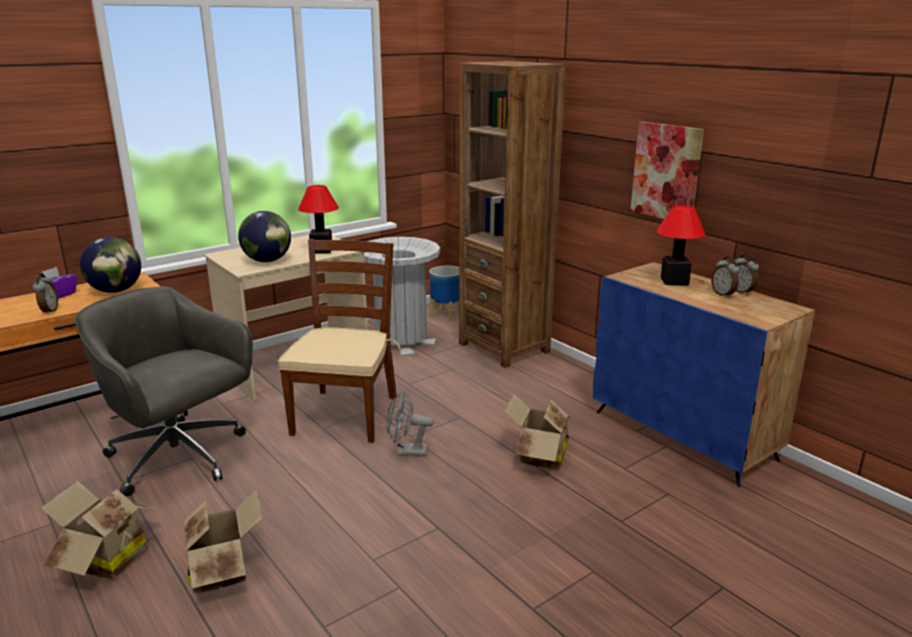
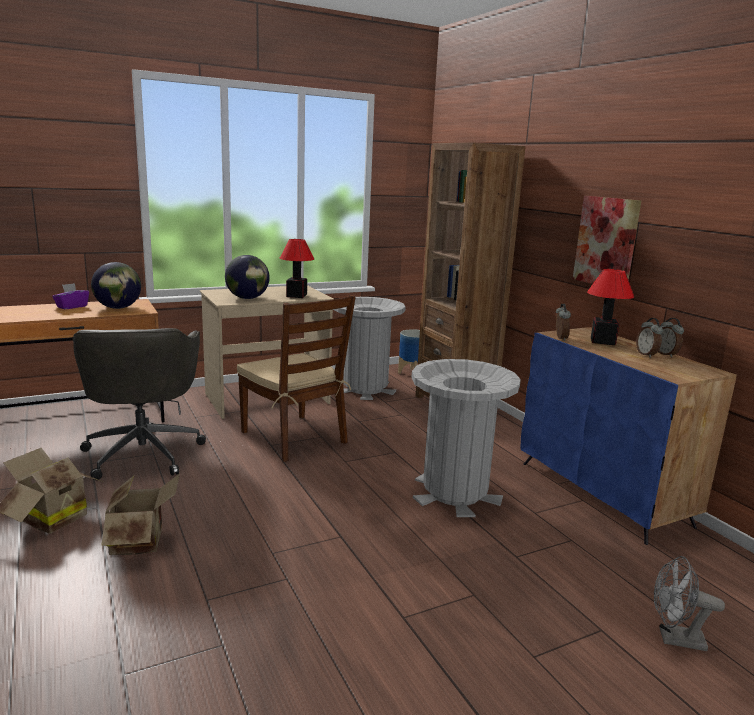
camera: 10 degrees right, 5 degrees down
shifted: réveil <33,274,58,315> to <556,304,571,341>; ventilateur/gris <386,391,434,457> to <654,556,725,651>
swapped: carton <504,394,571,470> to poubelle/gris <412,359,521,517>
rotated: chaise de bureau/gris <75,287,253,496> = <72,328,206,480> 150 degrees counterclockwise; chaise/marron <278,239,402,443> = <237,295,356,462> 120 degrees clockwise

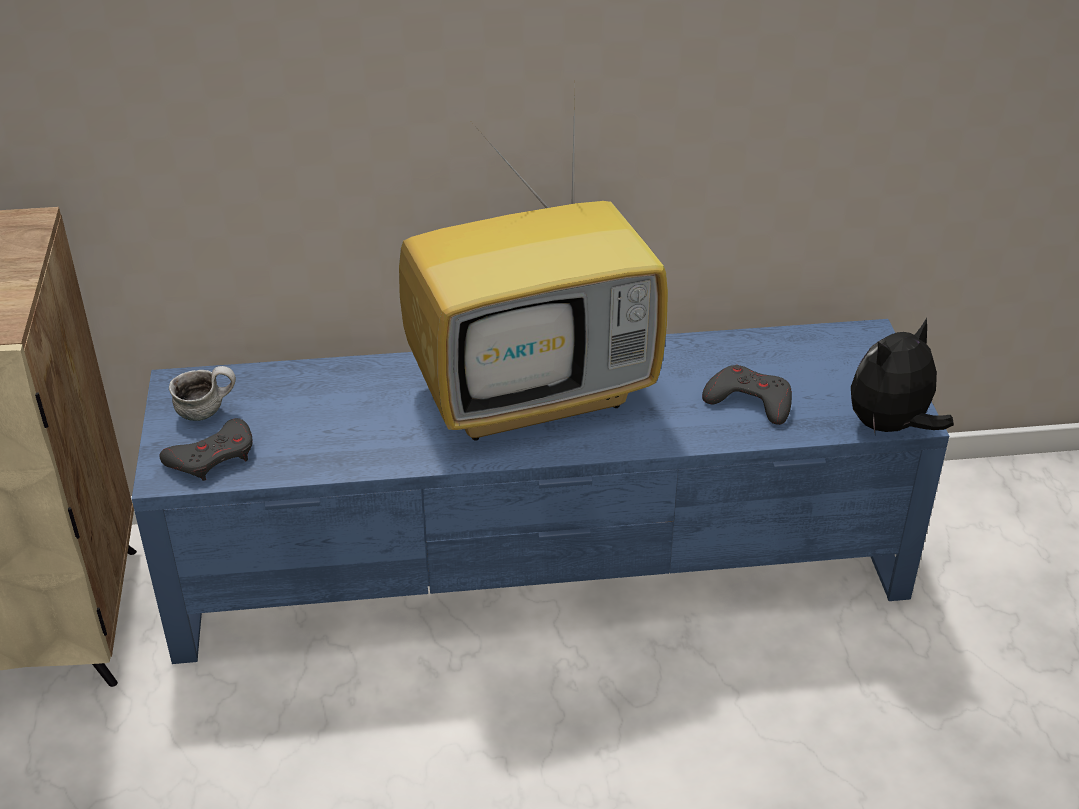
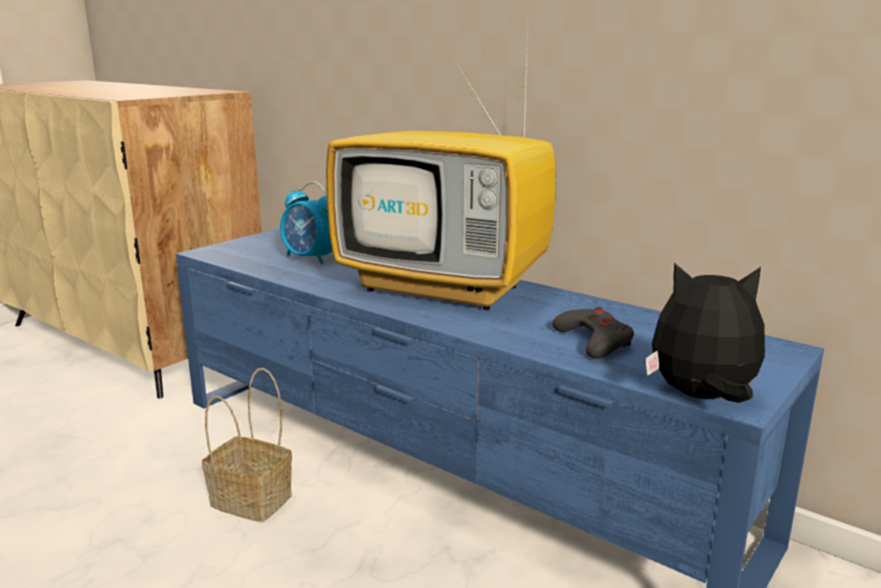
camera: 45 degrees right, 20 degrees down
gone: manette/gris <160,418,253,481>; mug <169,366,236,421>
new: panier <202,368,292,522>; réveil <280,181,332,265>

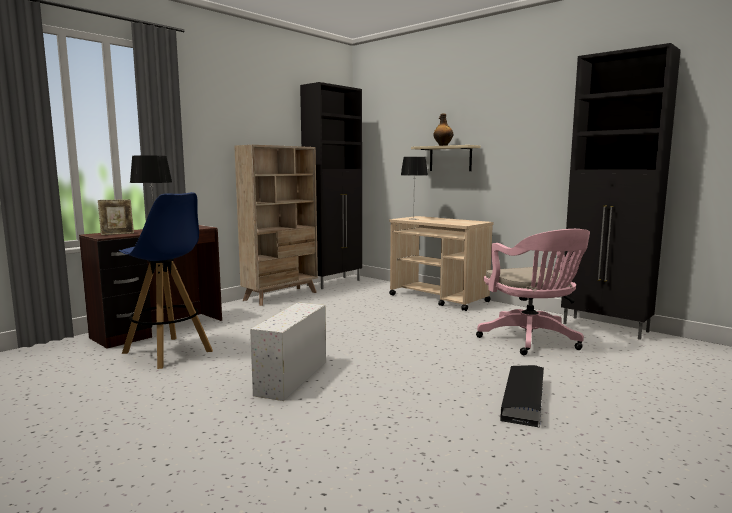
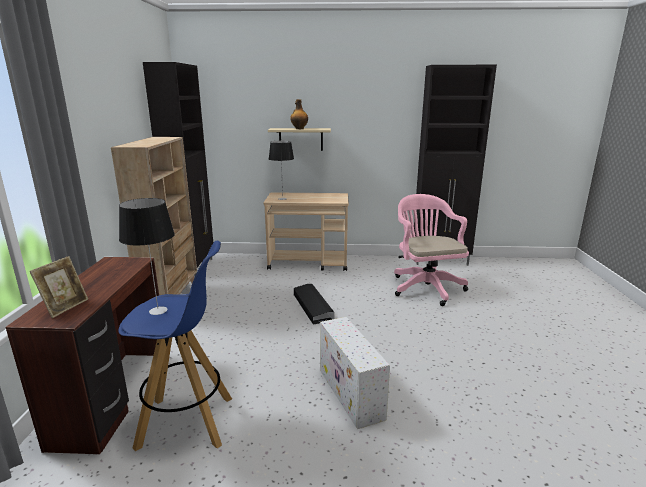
camera: 40 degrees left, 10 degrees up
shifted: boîte de rangement/noir <500,365,544,428> to <294,284,334,325>
rotated: chaise de bureau/rose <476,229,590,355> = <394,194,469,306> 135 degrees counterclockwise

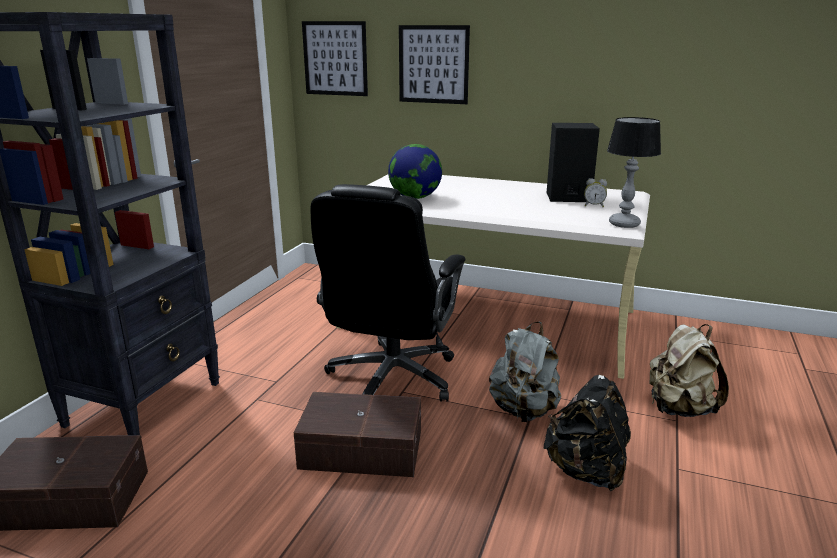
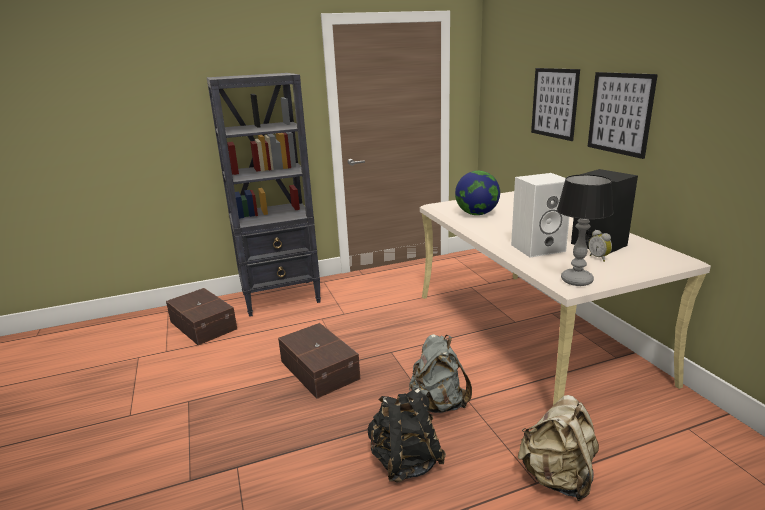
camera: 50 degrees right, 0 degrees up
gone: chaise de bureau/noir <311,184,465,401>
new: enceinte/blanc <511,173,570,257>
shifted: tableau <302,21,368,96> to <587,72,658,159>

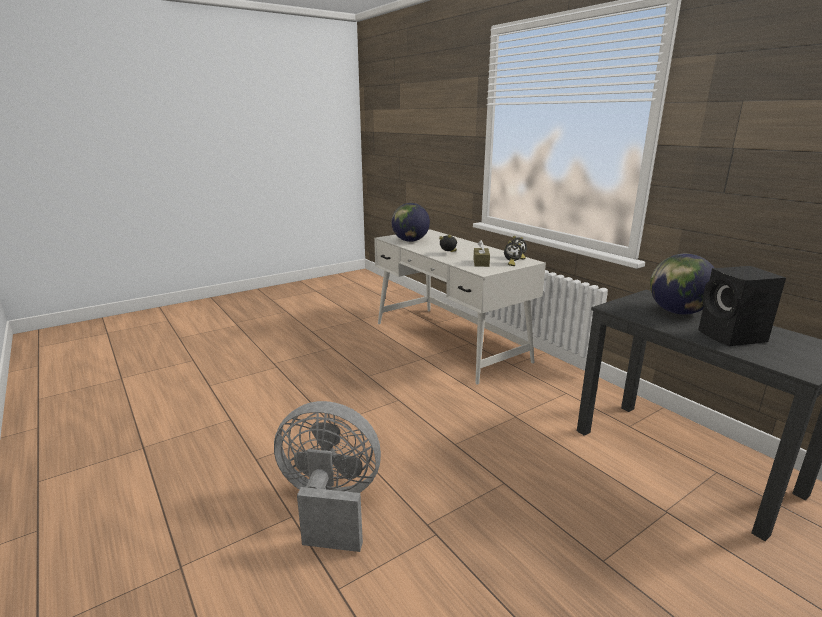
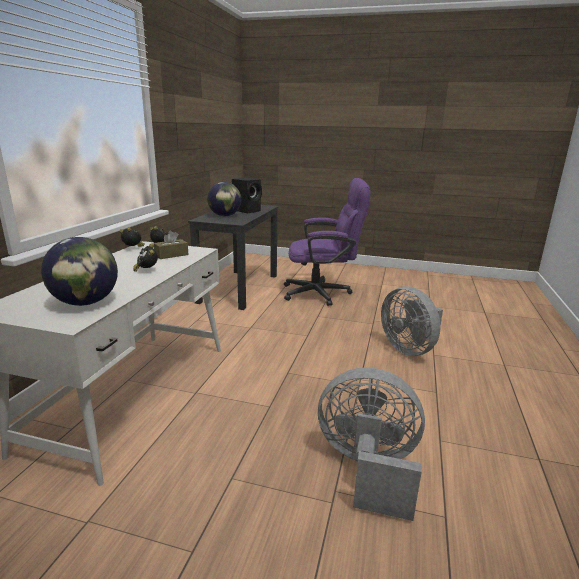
camera: 130 degrees left, 0 degrees up
new: chaise de bureau/violet <284,178,370,306>; ventilateur/gris <318,368,425,521>

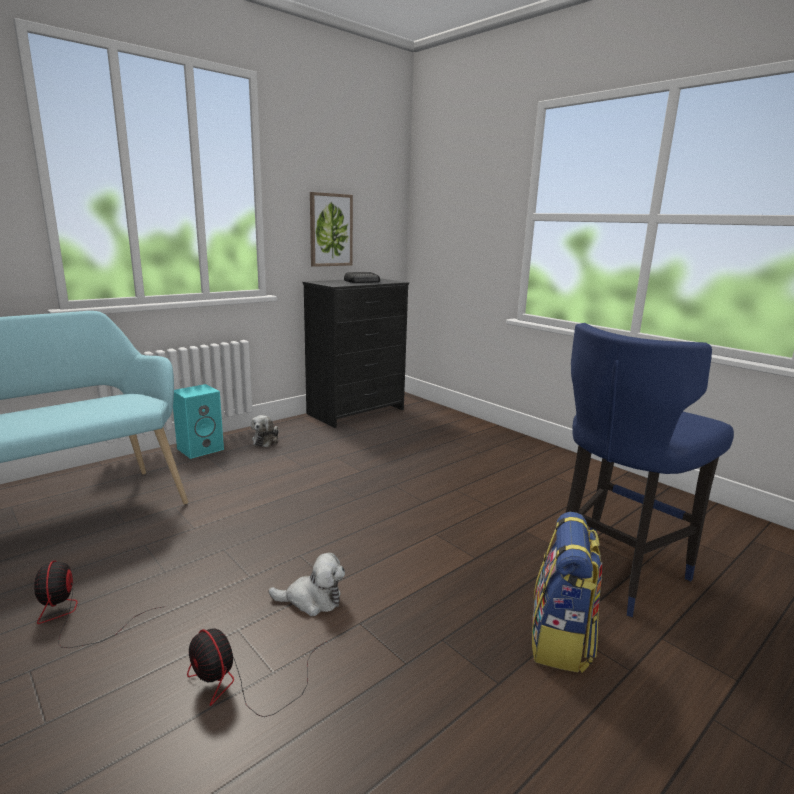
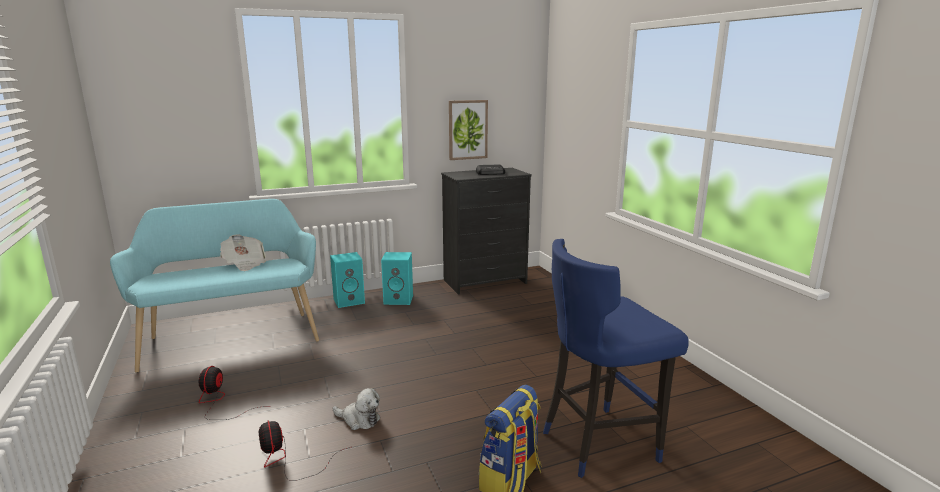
camera: 20 degrees right, 0 degrees up
new: journal <220,235,266,271>
swapped: peluche <251,415,279,447> to enceinte/turquoise <381,252,413,305>

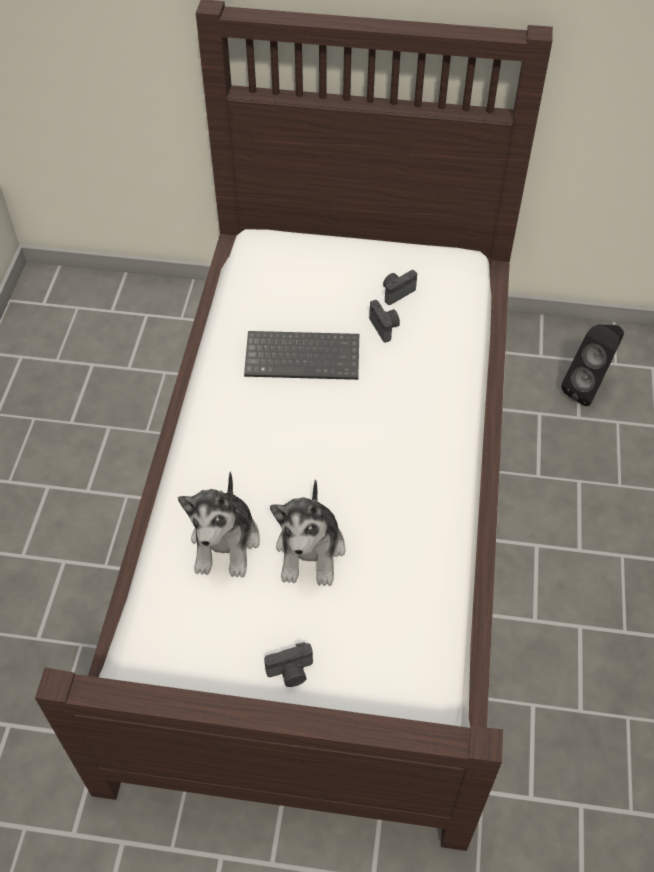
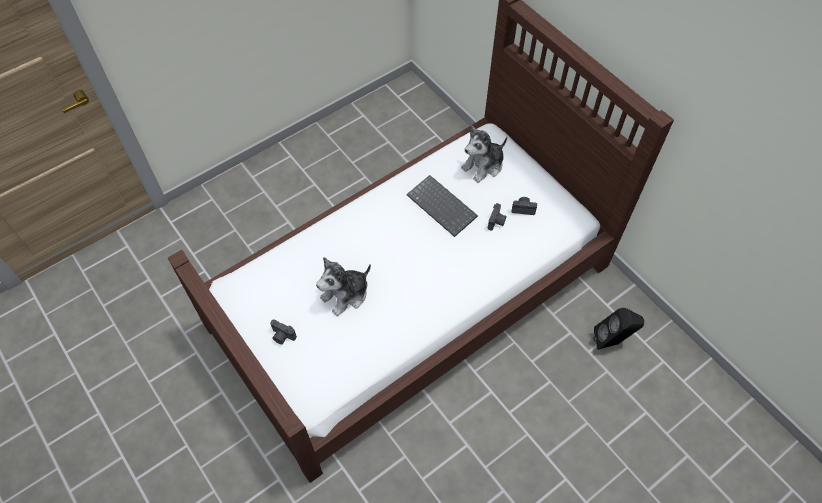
camera: 45 degrees right, 5 degrees up
shifted: peluche <178,472,260,577> to <461,126,507,183>

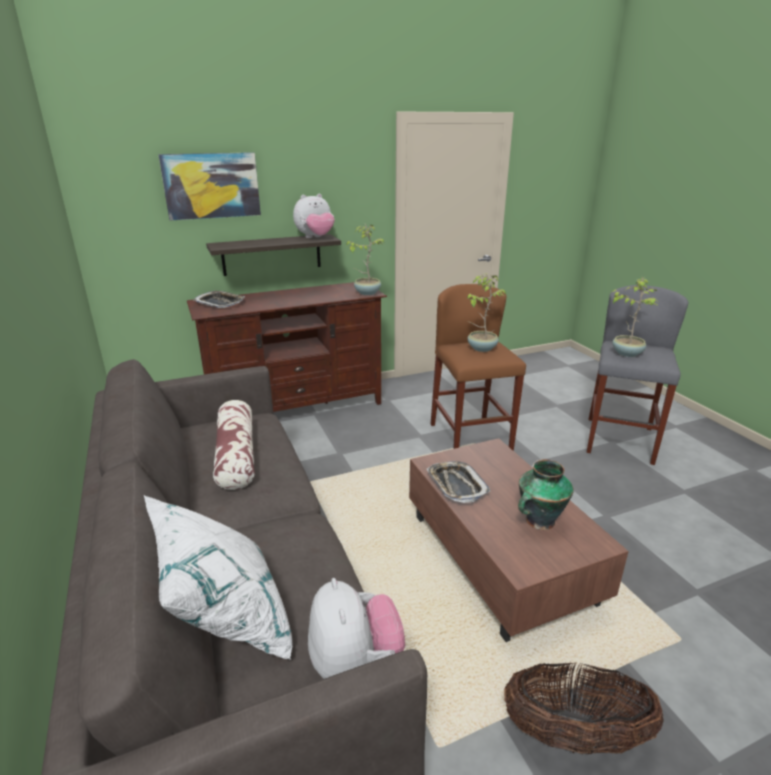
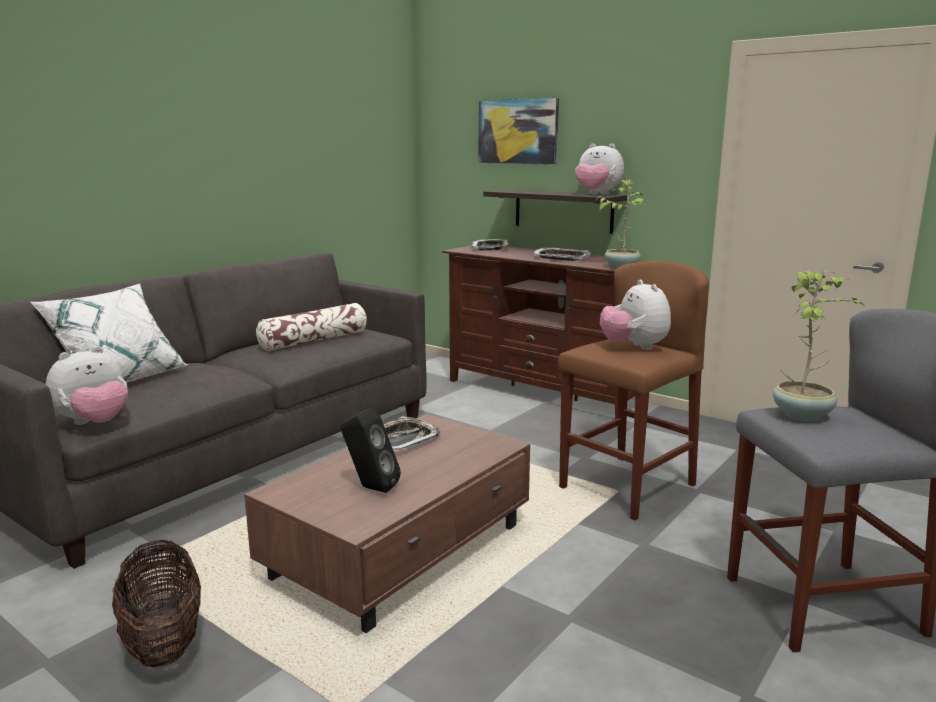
camera: 60 degrees right, 10 degrees down
new: plateau <534,247,590,261>
swapped: plante en pot <467,273,506,352> to peluche <600,279,671,350>; vase <518,459,574,530> to enceinte/noir <341,408,401,493>

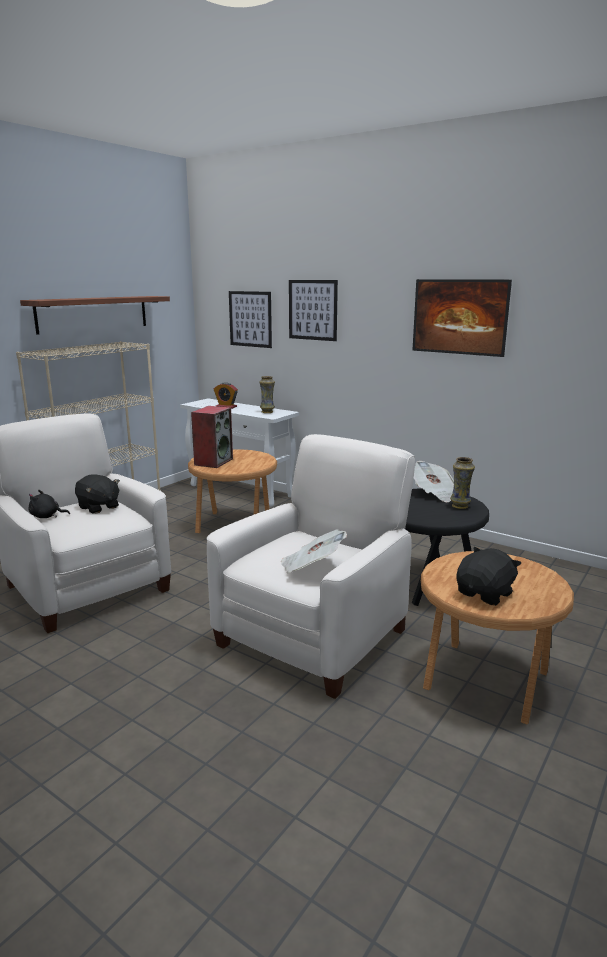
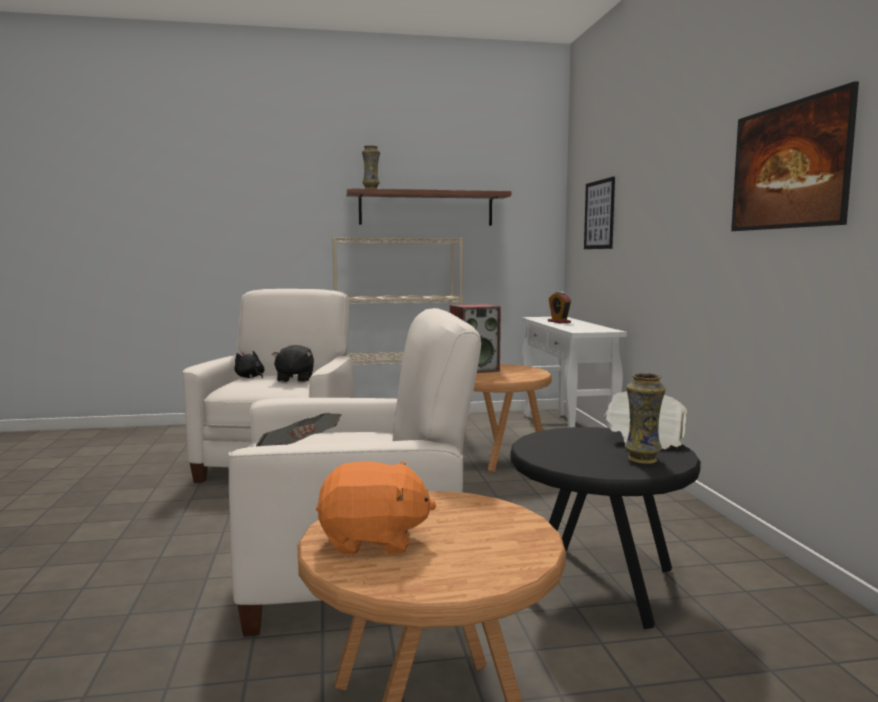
camera: 45 degrees right, 10 degrees down
gone: tableau <289,280,338,341>
shifted: vase <259,376,275,413> to <362,146,380,189>
repainted: peluche/noir <457,547,521,606> to peluche/orange <316,461,436,554>

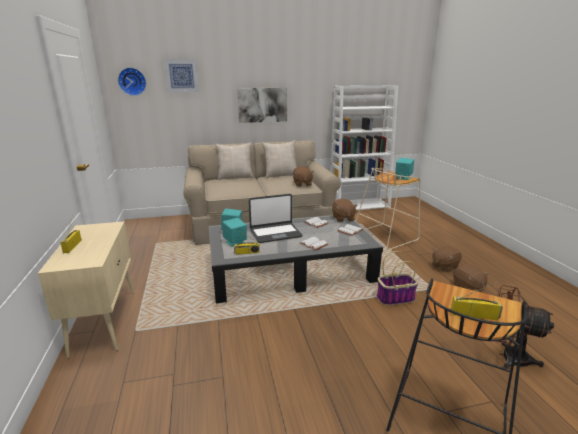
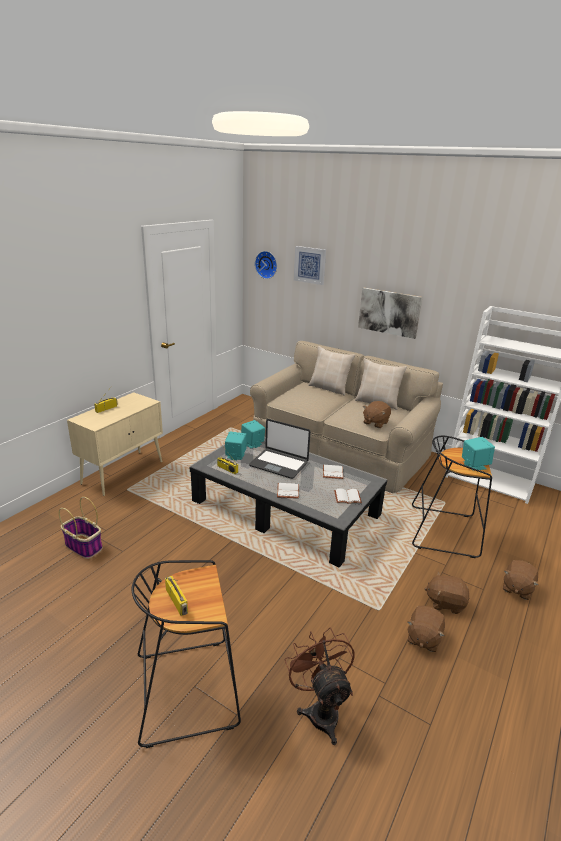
camera: 45 degrees right, 5 degrees up
shifted: peluche/marron <332,199,358,222> to <503,560,538,600>; panier <377,251,418,305> to <59,497,103,559>
repainted: tabouret/beige <356,168,420,250> to tabouret/noir <412,436,492,558>

